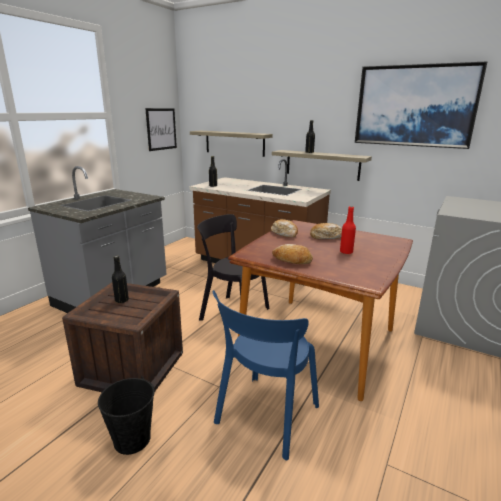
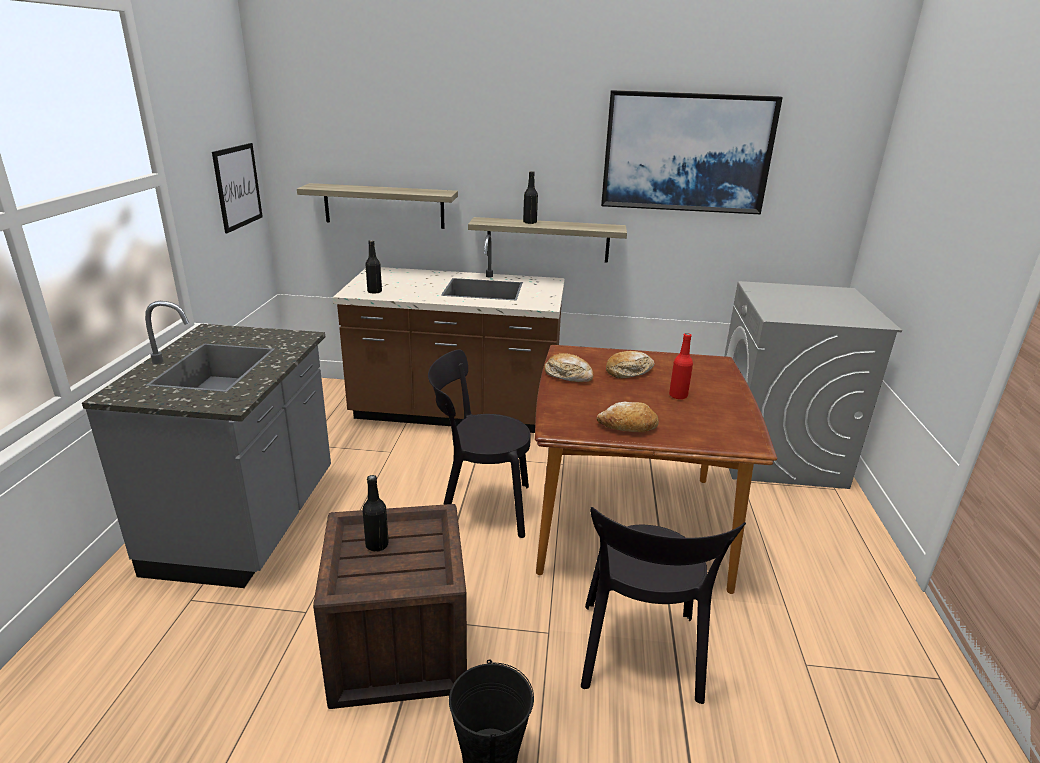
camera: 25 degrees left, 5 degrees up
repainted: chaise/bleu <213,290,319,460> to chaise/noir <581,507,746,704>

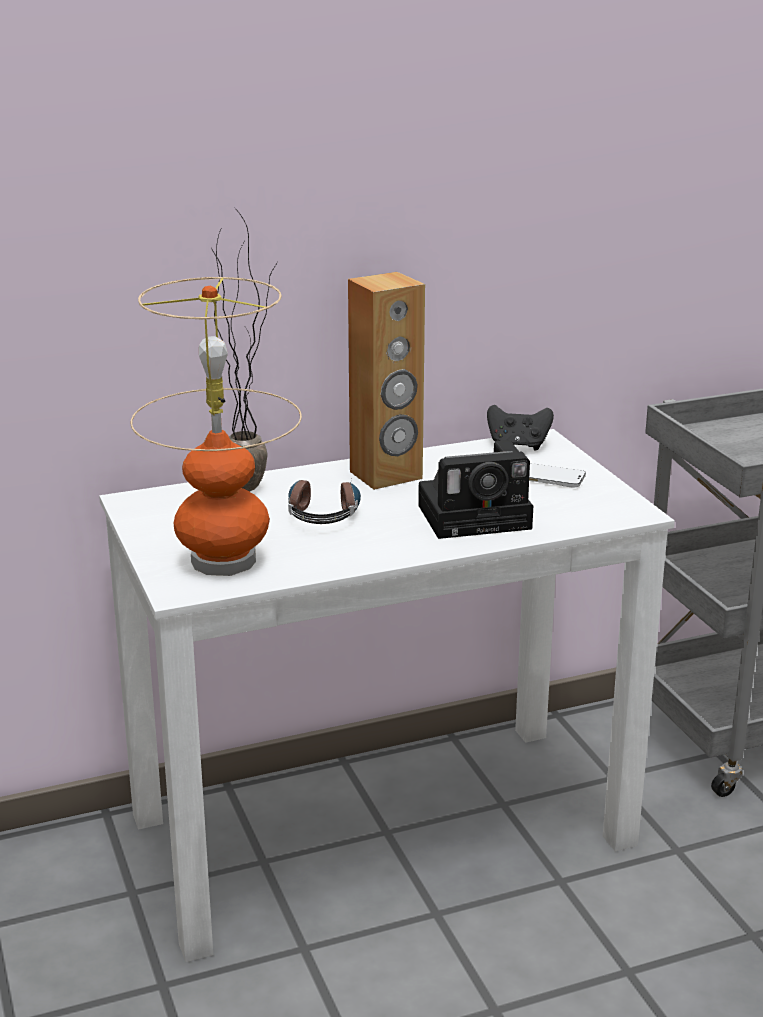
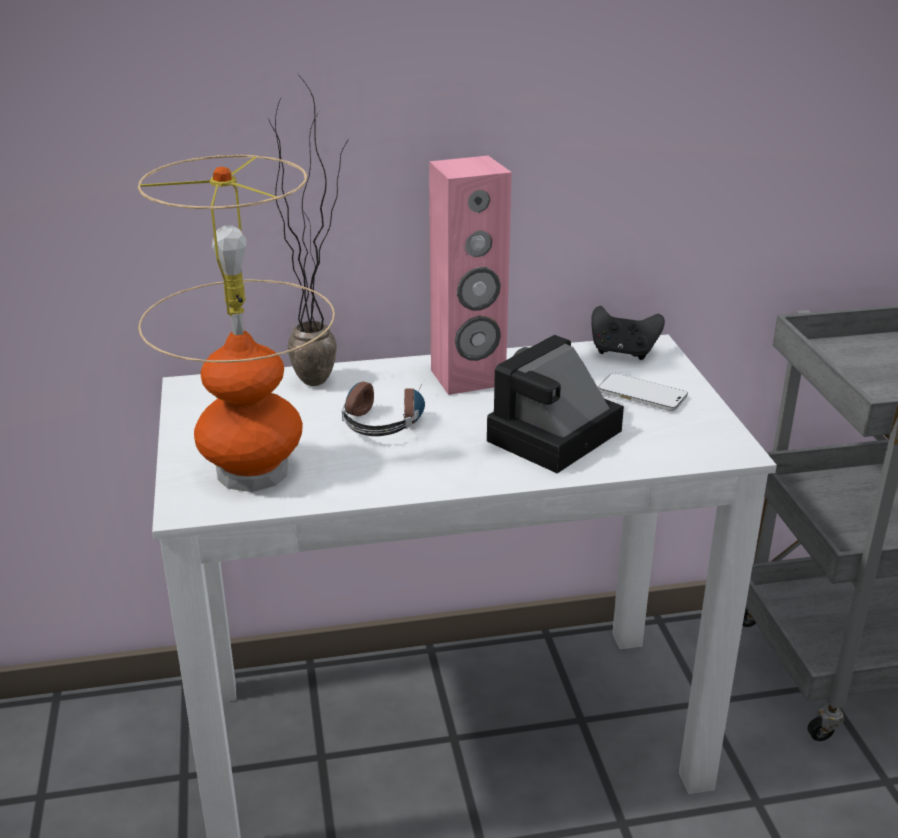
camera: 10 degrees right, 5 degrees up
repainted: enceinte/marron <348,272,425,490> to enceinte/rose <429,156,512,395>
rotated: appareil photo <418,440,533,539> = <487,335,624,473> 135 degrees clockwise

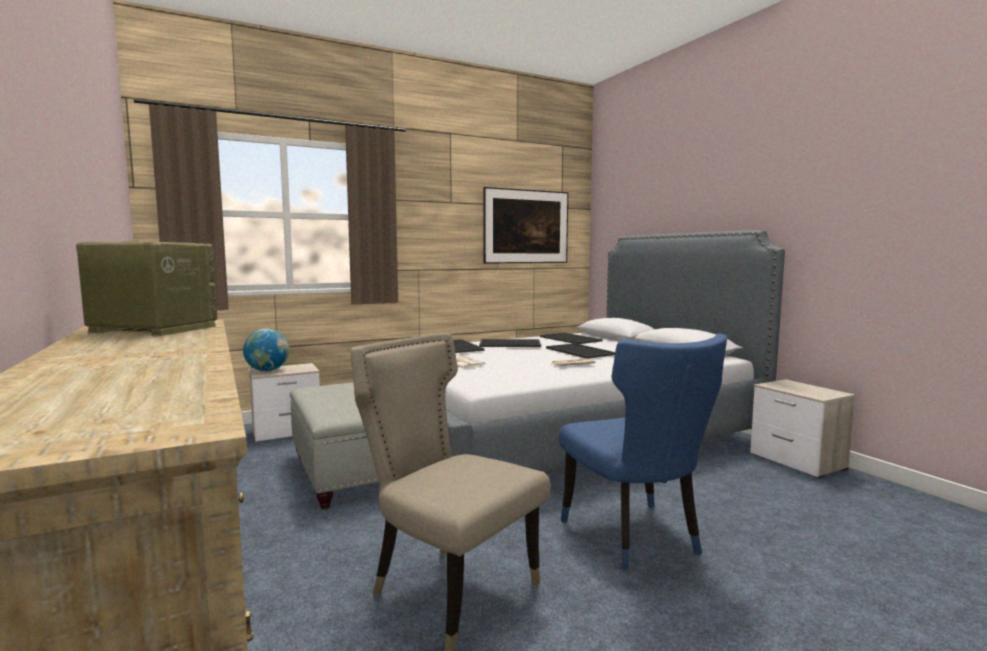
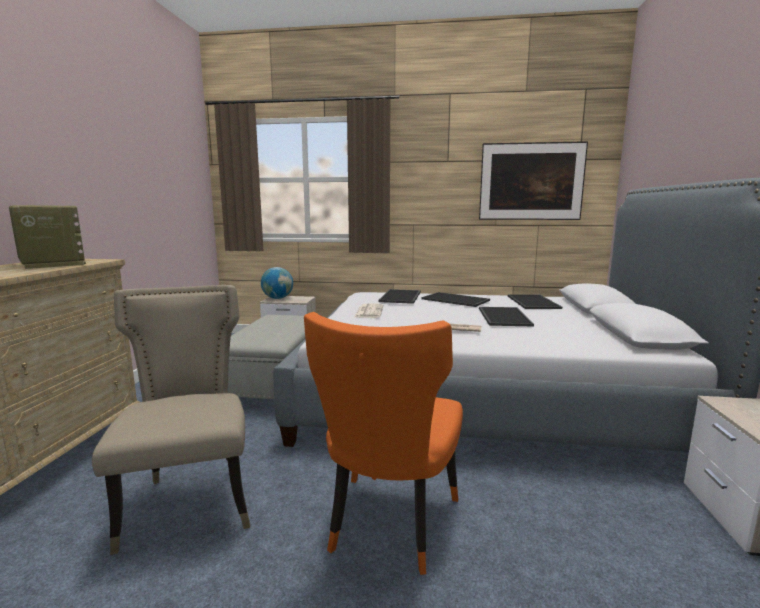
camera: 35 degrees right, 5 degrees up
repainted: chaise/bleu <559,334,727,570> to chaise/orange <304,312,463,575>

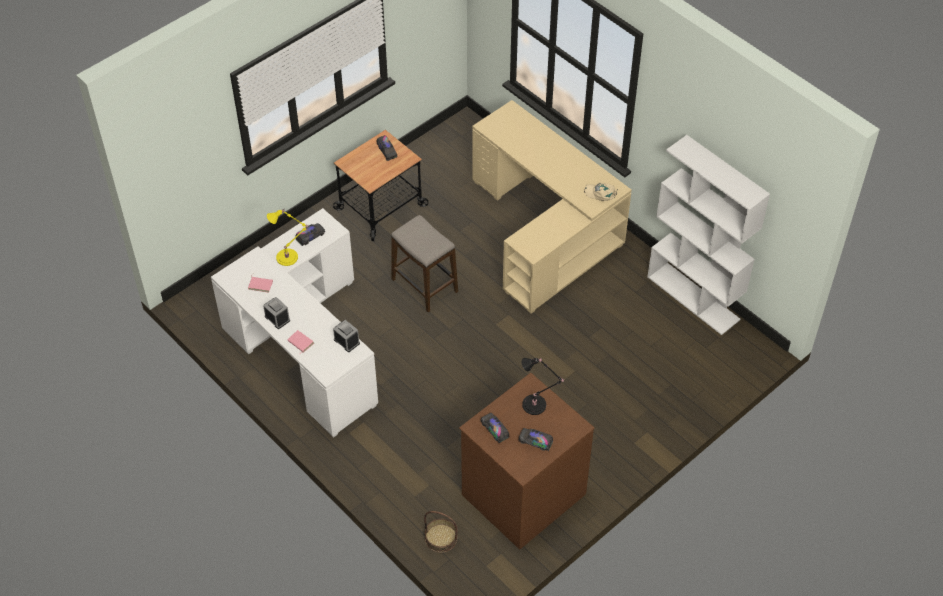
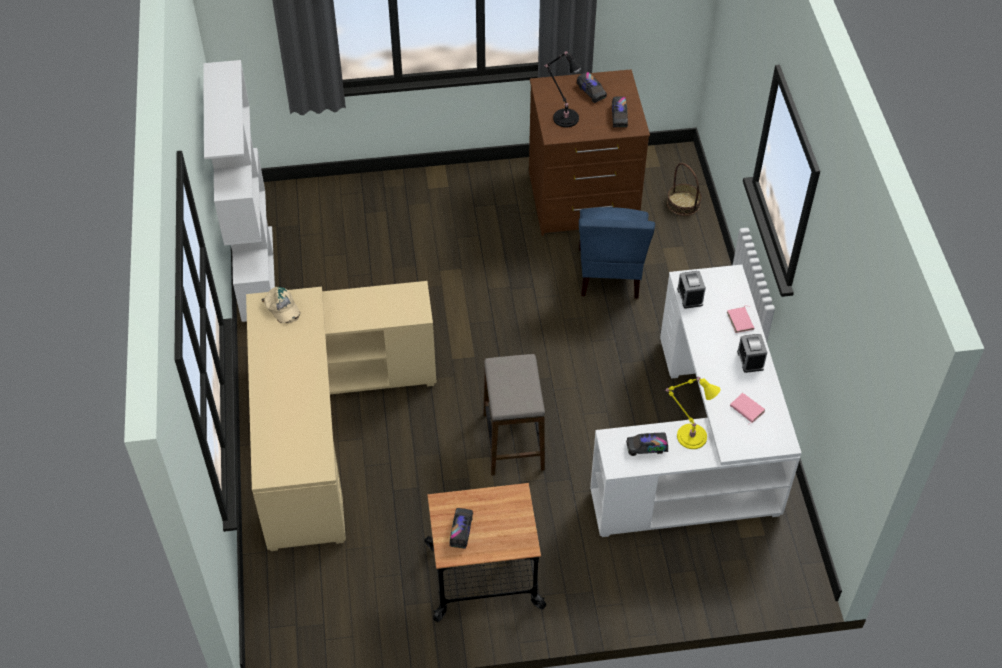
camera: 145 degrees left, 0 degrees up
new: chaise/bleu <579,207,655,299>

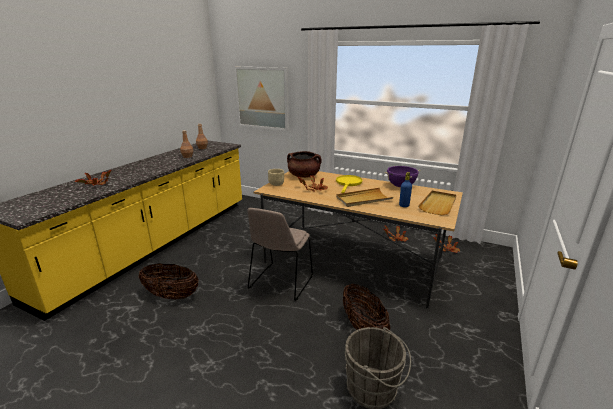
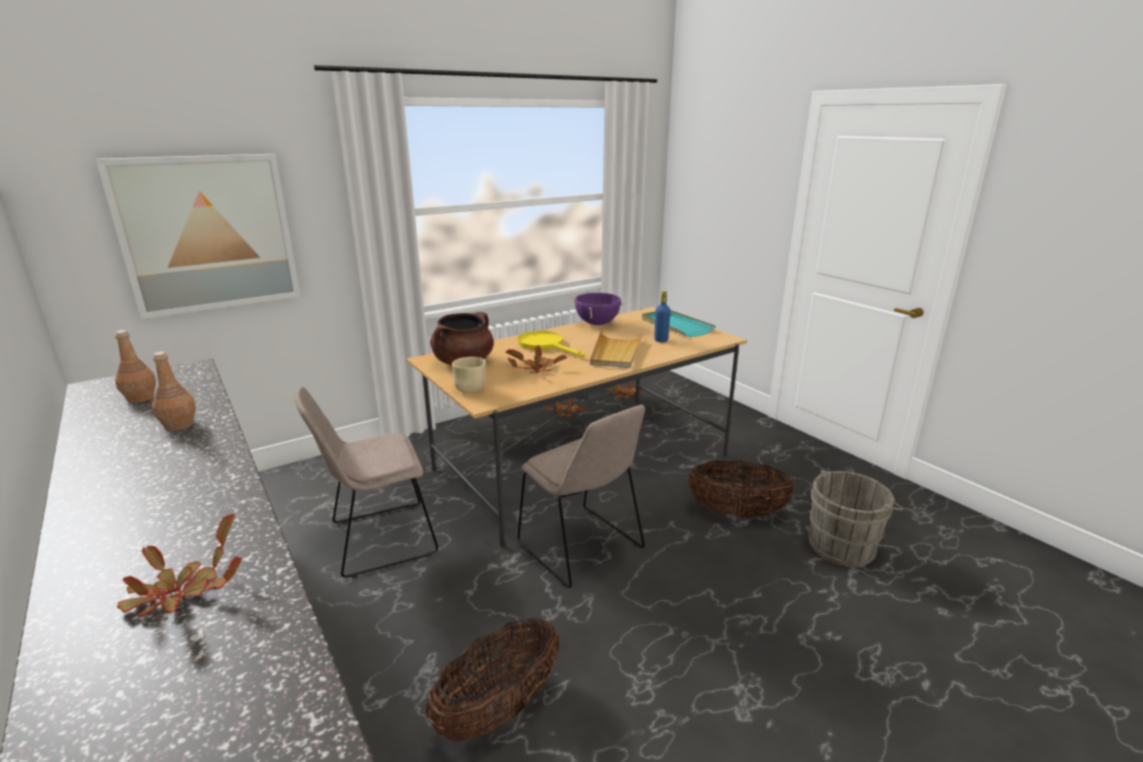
camera: 60 degrees left, 0 degrees up
new: chaise/beige <295,387,438,578>
repainted: plateau/beige <418,191,456,215> to plateau/turquoise <642,310,716,337>

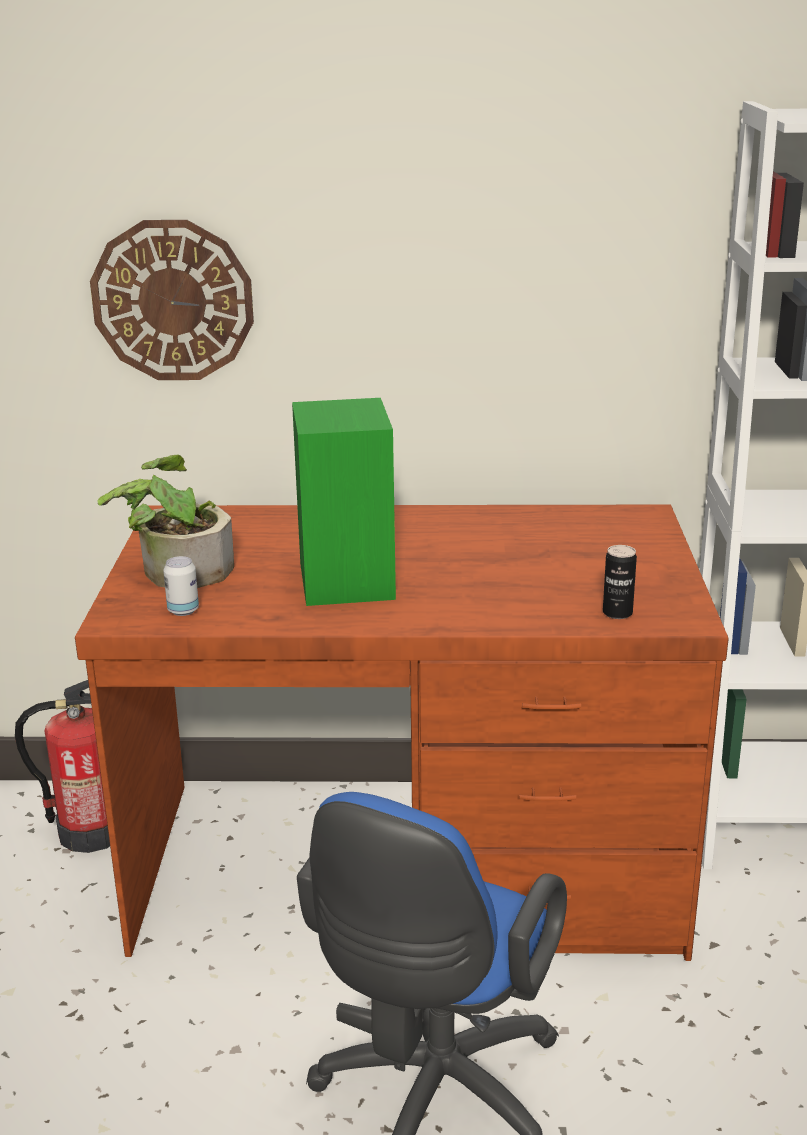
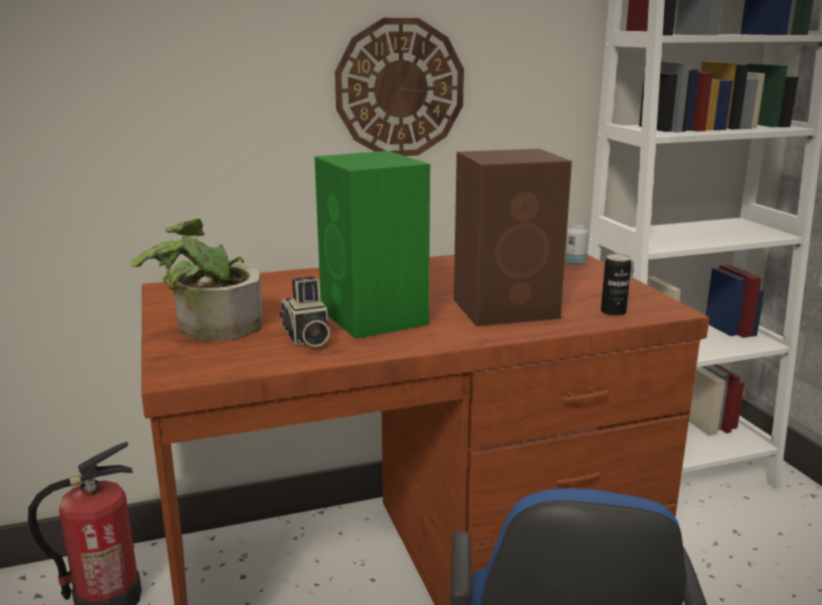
camera: 20 degrees left, 5 degrees down
new: appareil photo <279,277,330,347>; enceinte/marron <454,149,572,326>
shifted: horloge murale <90,220,254,380> to <335,18,464,156>; boîte métallique <163,556,199,616> to <565,224,589,265>

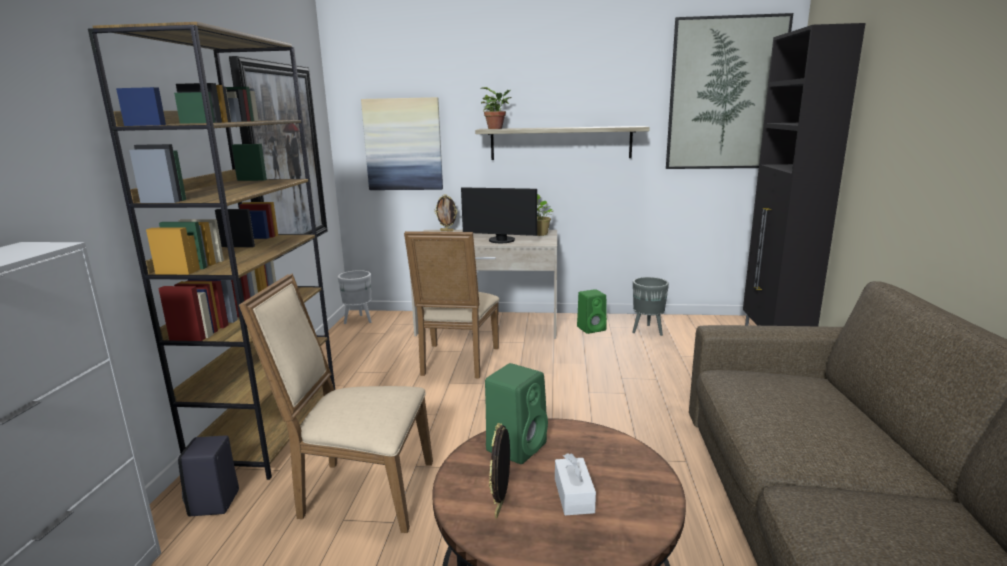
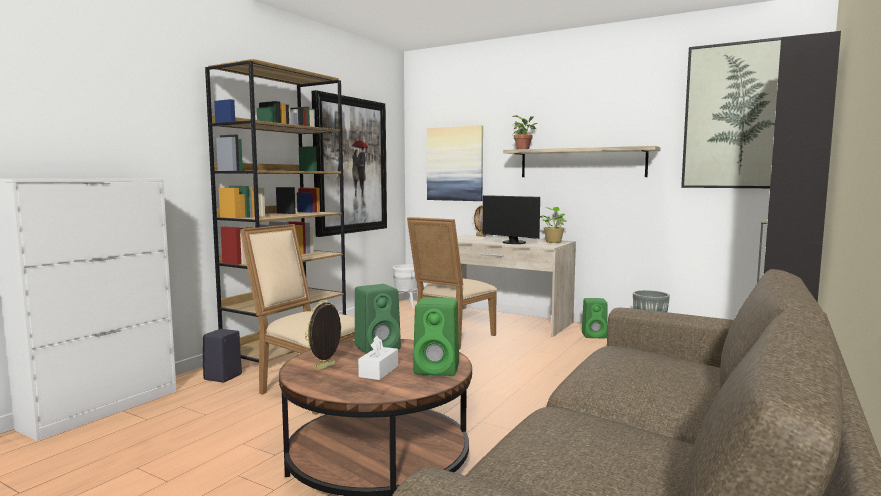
camera: 25 degrees right, 10 degrees down
new: enceinte/vert <413,297,459,376>

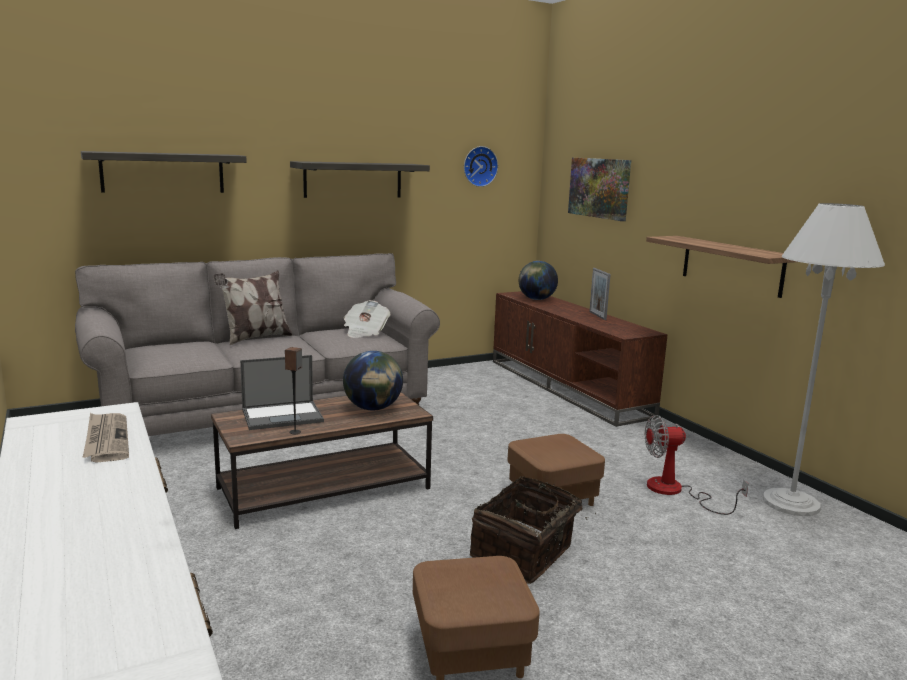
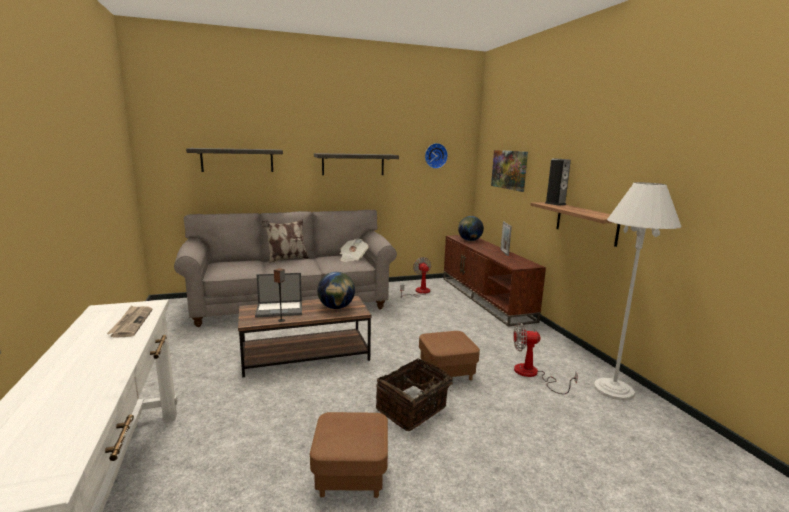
camera: 10 degrees right, 0 degrees up
new: ventilateur <400,257,431,298>; enceinte <545,159,571,206>

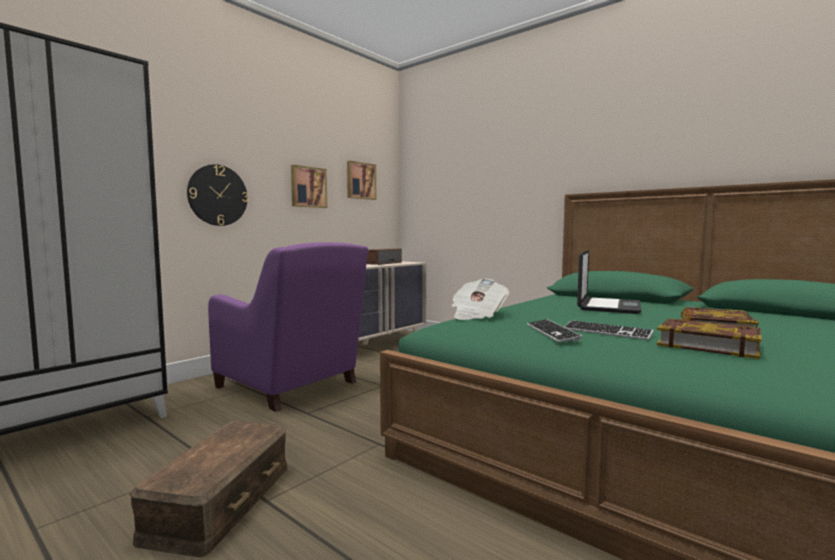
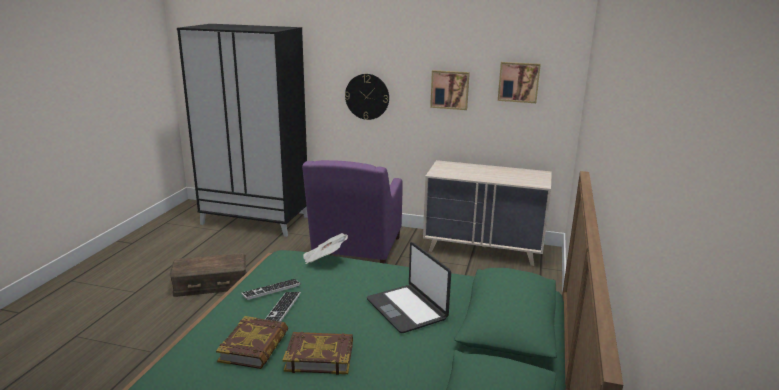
camera: 65 degrees right, 15 degrees up
gone: enceinte <367,248,402,265>
rotated: ordinateur portable <577,250,642,314> = <367,242,451,333> 60 degrees clockwise

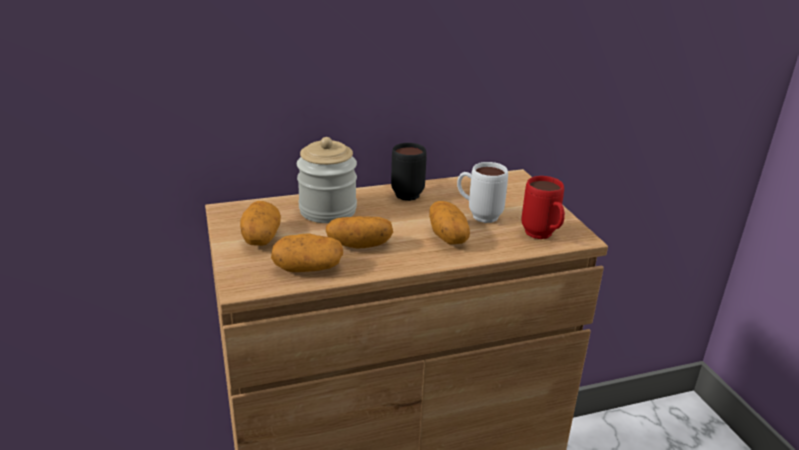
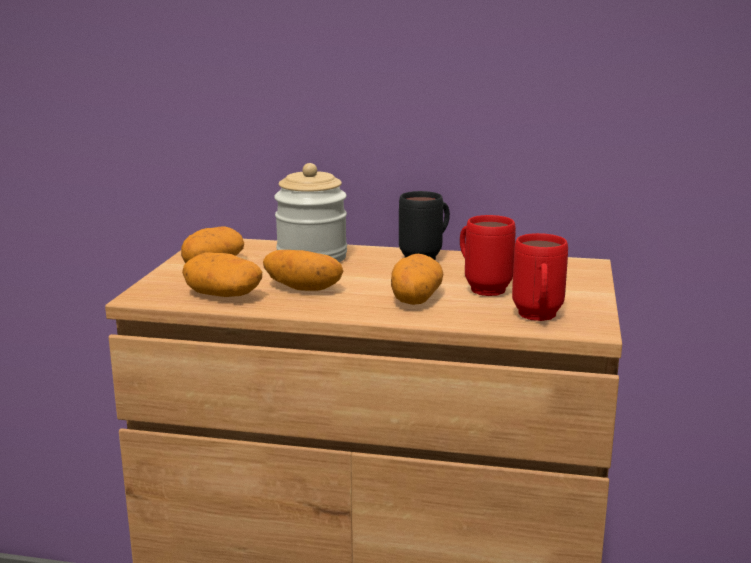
camera: 30 degrees right, 10 degrees down
repainted: mug/blanc <457,162,508,223> to mug/rouge <460,215,516,296>

